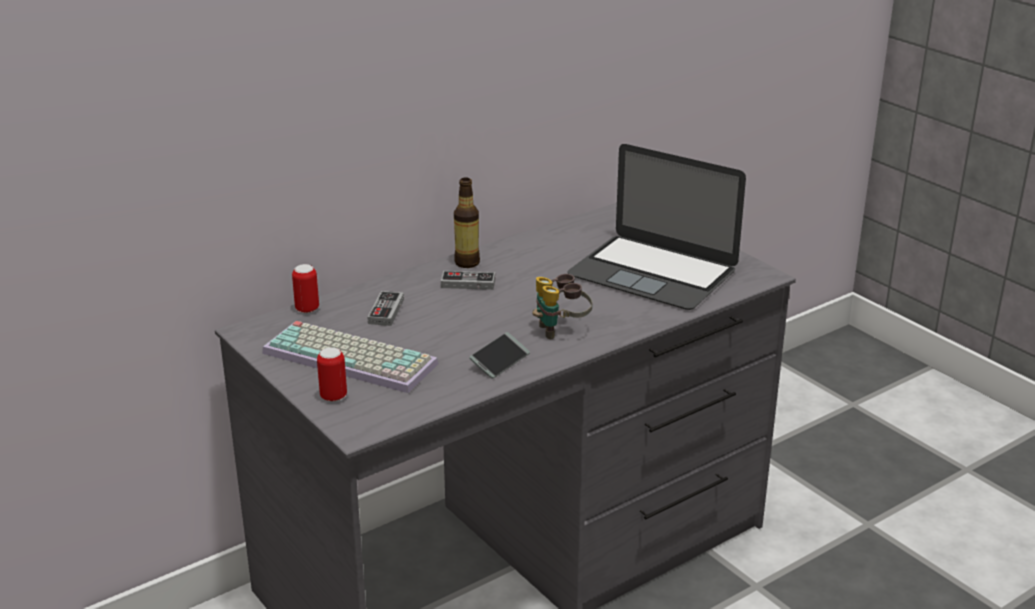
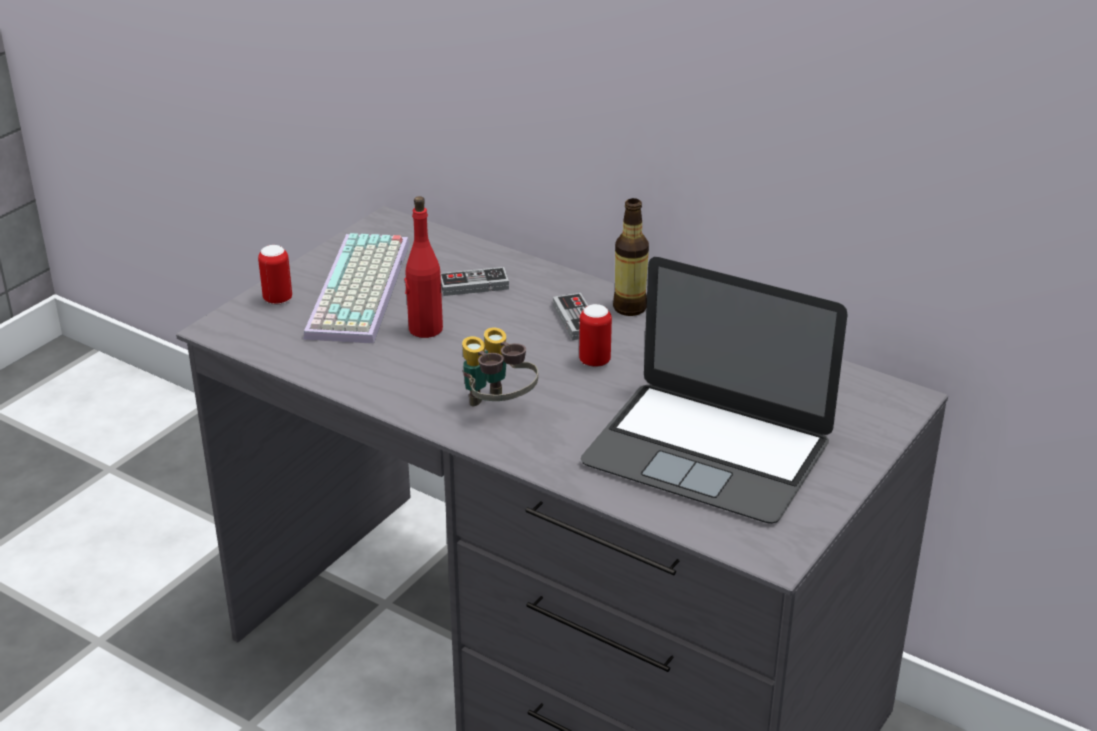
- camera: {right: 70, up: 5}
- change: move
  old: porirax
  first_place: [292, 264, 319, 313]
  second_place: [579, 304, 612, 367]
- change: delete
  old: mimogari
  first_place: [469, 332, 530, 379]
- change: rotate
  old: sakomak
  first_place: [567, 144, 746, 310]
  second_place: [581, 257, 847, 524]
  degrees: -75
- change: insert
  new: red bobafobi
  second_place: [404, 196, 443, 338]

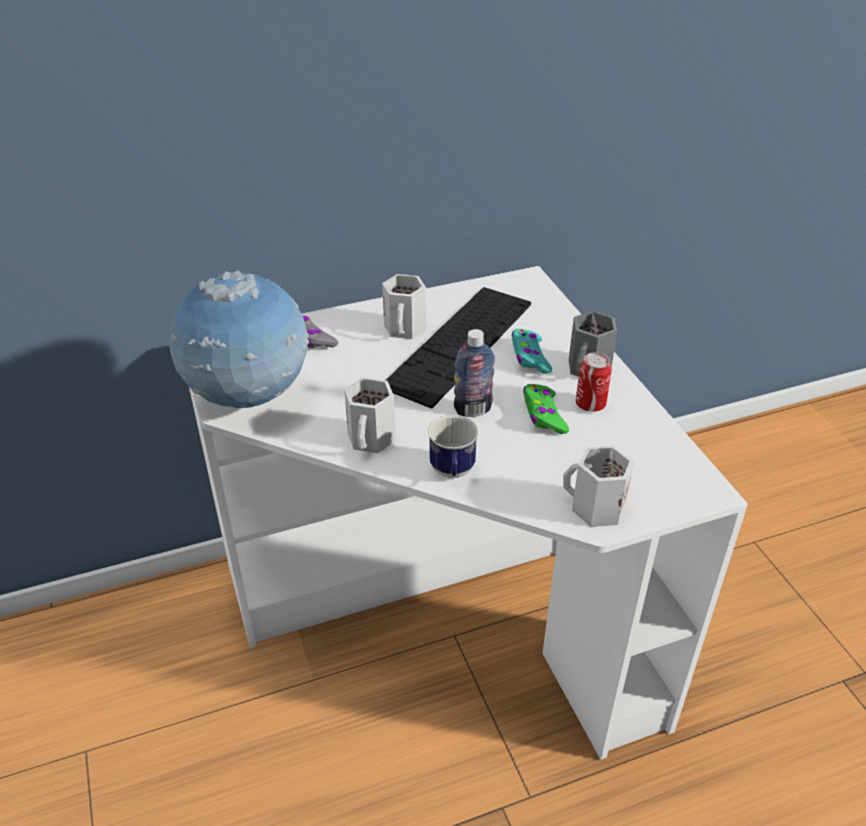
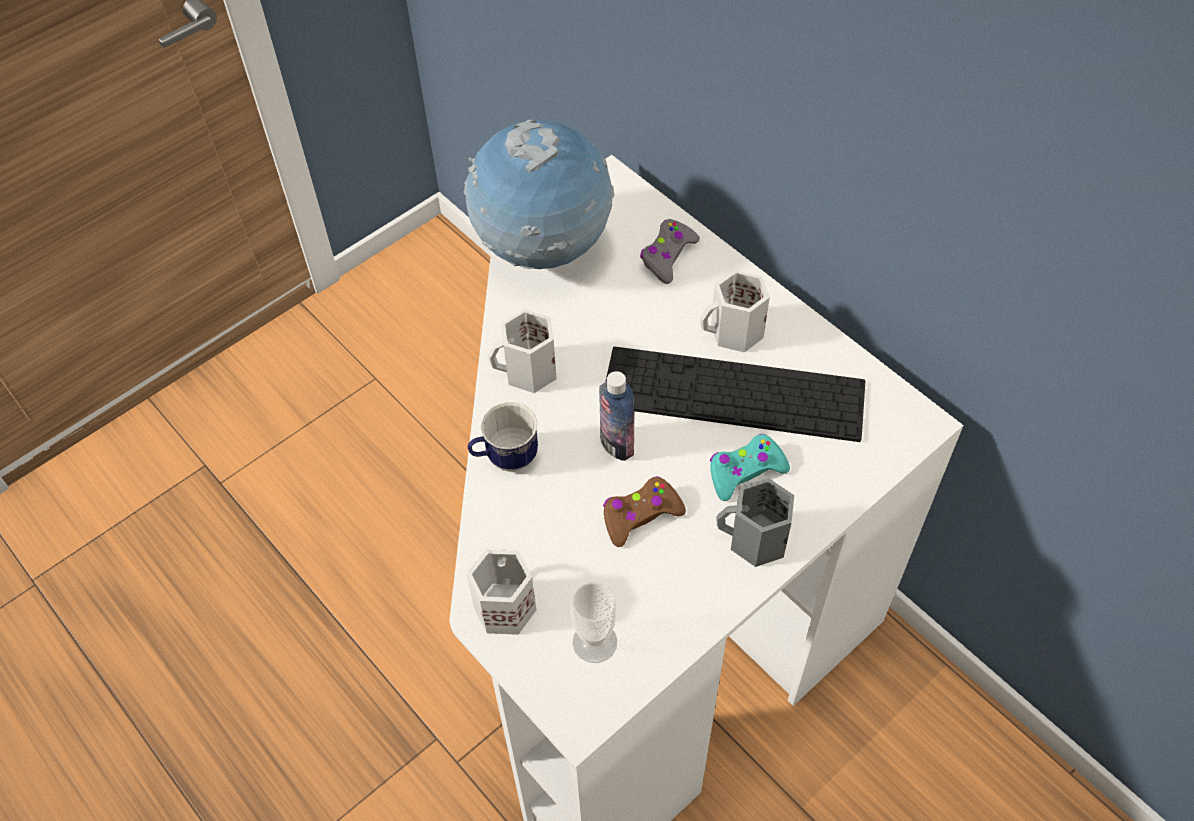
- camera: {right: 70, up: 15}
- change: recolor
  old: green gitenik
  new: brown gitenik
  first_place: [523, 384, 569, 434]
  second_place: [603, 476, 686, 547]
- change: delete
  old: porirax
  first_place: [576, 352, 612, 412]
- change: insert
  new: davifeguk
  second_place: [571, 582, 617, 663]

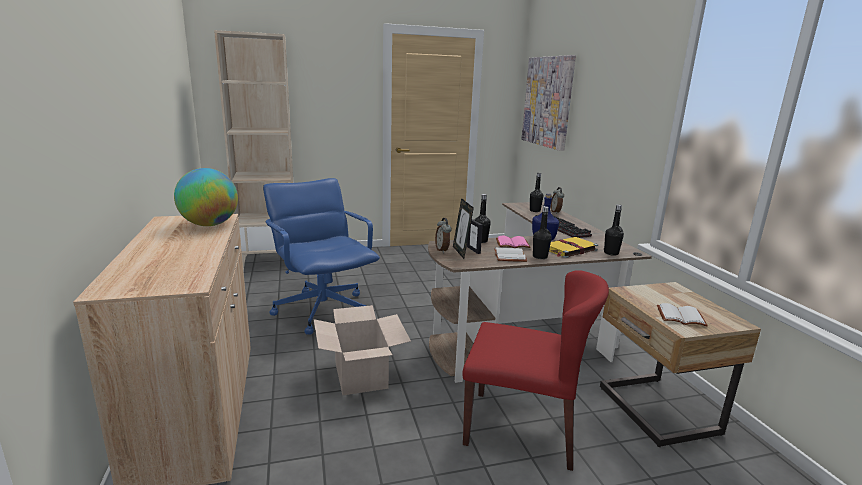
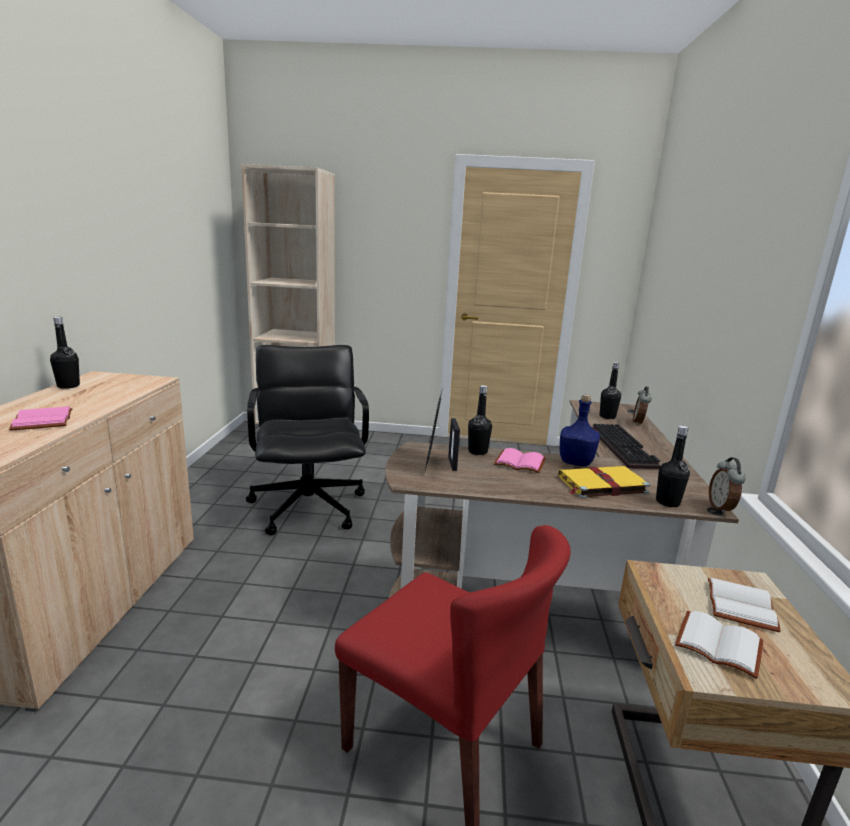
- camera: {right: 20, up: 0}
- change: delete
  old: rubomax
  first_place: [174, 168, 238, 226]
- change: recolor
  old: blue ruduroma
  new: black ruduroma
  first_place: [263, 178, 380, 335]
  second_place: [246, 345, 369, 535]
- change: delete
  old: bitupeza
  first_place: [314, 305, 411, 395]
- change: move
  old: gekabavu
  first_place: [435, 218, 452, 253]
  second_place: [709, 457, 746, 514]
- change: move
  old: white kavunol
  first_place: [494, 247, 527, 262]
  second_place: [708, 578, 781, 632]
- change: delete
  old: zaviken
  first_place: [522, 55, 576, 151]
- change: move
  old: black bobafobi
  first_place: [533, 206, 552, 259]
  second_place: [50, 317, 80, 389]
- change: insert
  new: pink kavunol
  second_place: [9, 406, 73, 431]

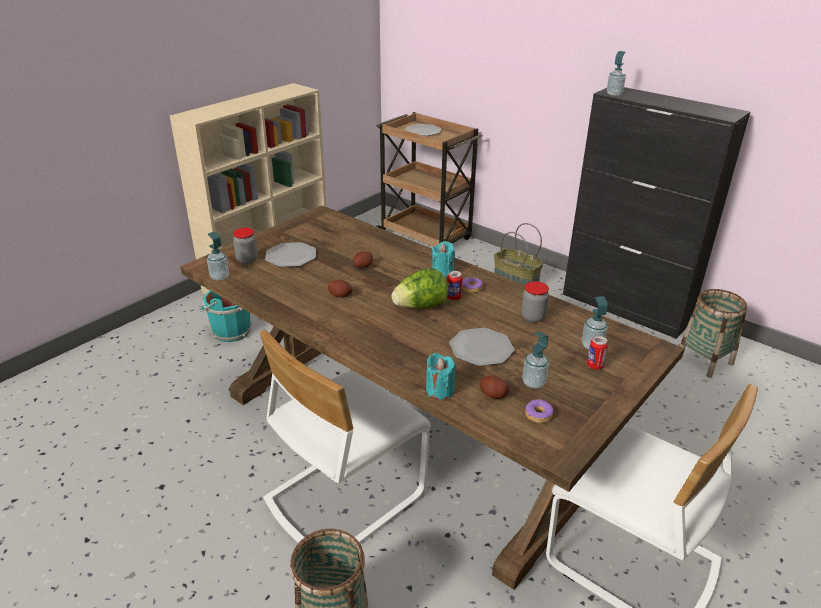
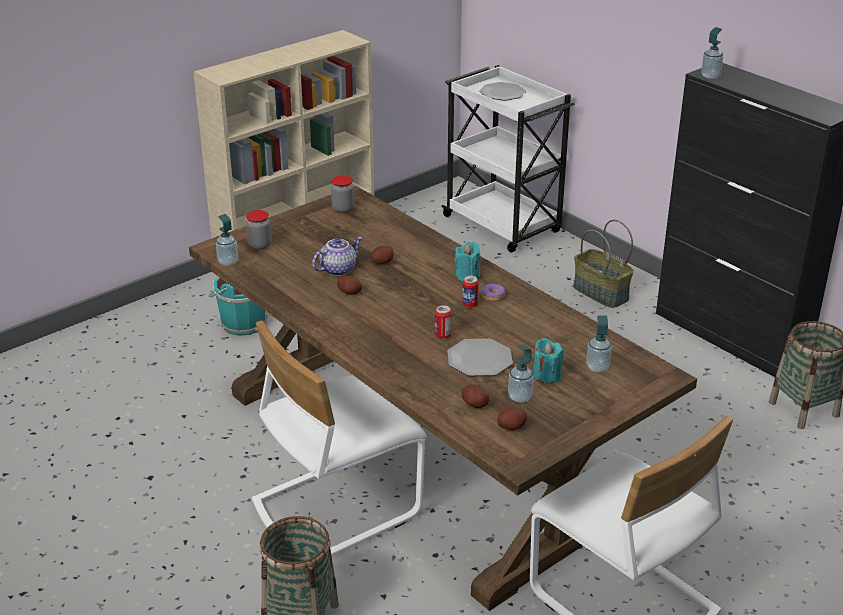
- camera: {right: 10, up: 0}
- change: delete
  old: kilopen
  first_place: [265, 242, 316, 267]
- change: recolor
  old: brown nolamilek
  new: white nolamilek
  first_place: [376, 112, 483, 247]
  second_place: [441, 65, 575, 253]
- change: delete
  old: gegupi
  first_place: [391, 268, 448, 309]
- change: move
  old: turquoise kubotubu
  first_place: [426, 353, 456, 400]
  second_place: [533, 338, 563, 384]
- change: move
  old: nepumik
  first_place: [521, 281, 549, 323]
  second_place: [331, 175, 354, 213]
- change: replace
  old: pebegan
  new: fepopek
  first_place: [525, 399, 554, 423]
  second_place: [497, 408, 527, 430]
- change: move
  old: porirax
  first_place: [587, 336, 608, 370]
  second_place: [435, 305, 452, 339]
- change: insert
  new: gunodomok
  second_place: [312, 237, 362, 276]

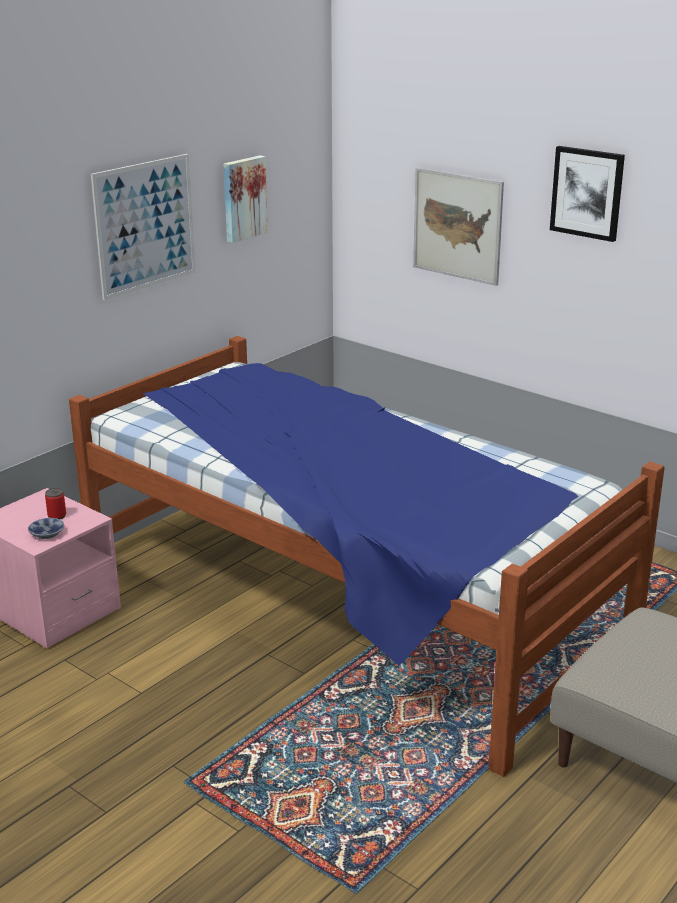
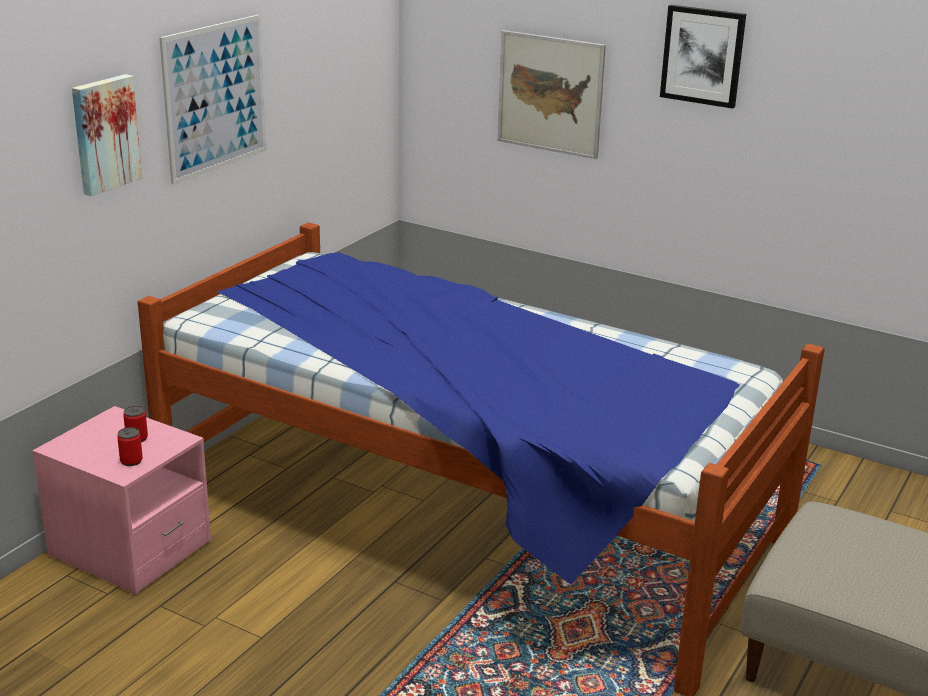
- camera: {right: -10, up: 0}
- change: replace
  old: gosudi
  new: porirax
  first_place: [28, 518, 64, 539]
  second_place: [117, 427, 143, 466]
- change: move
  old: zaviken
  first_place: [223, 155, 268, 243]
  second_place: [72, 74, 142, 196]

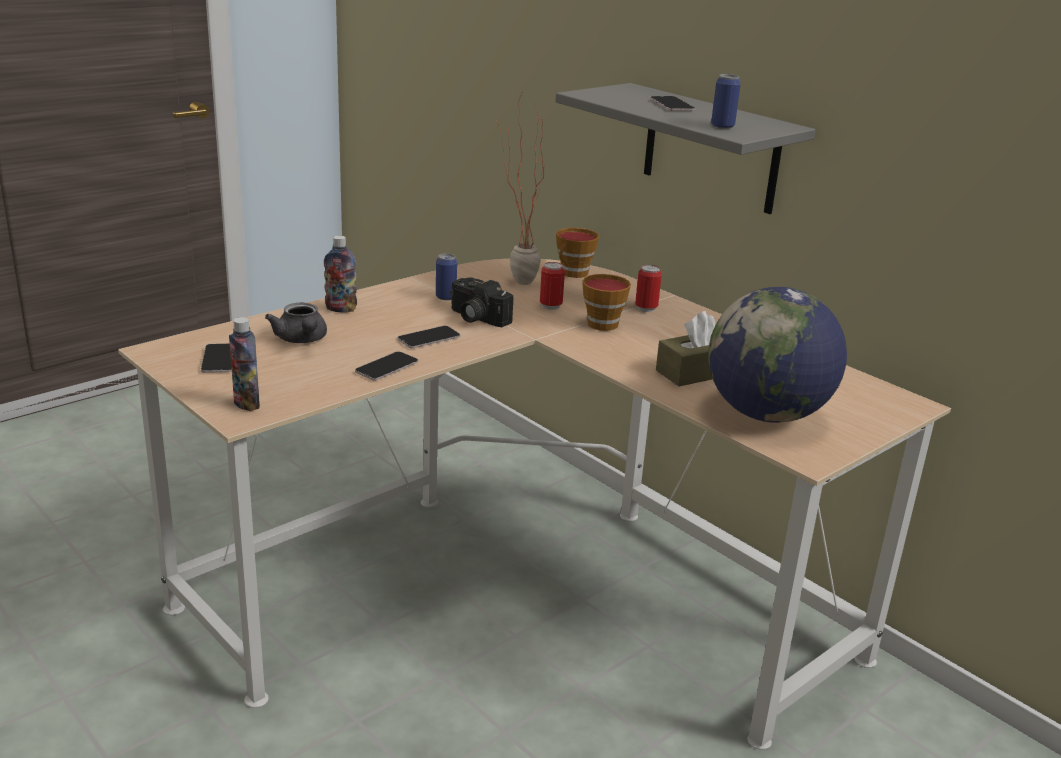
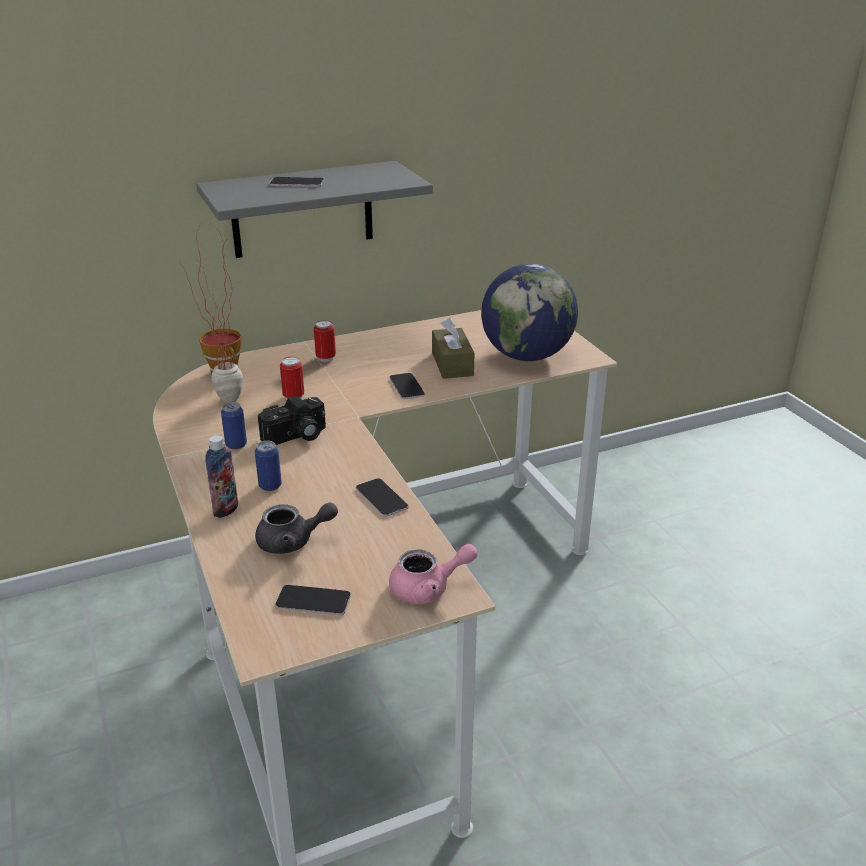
- camera: {right: -70, up: 5}
- change: replace
  old: bobafobi
  new: pink gunodomok
  first_place: [229, 317, 260, 411]
  second_place: [389, 544, 478, 604]
- change: move
  old: mimogari
  first_place: [397, 326, 460, 348]
  second_place: [389, 373, 425, 399]
- change: delete
  old: davifeguk
  first_place: [582, 274, 631, 331]
- change: move
  old: porirax
  first_place: [711, 74, 741, 129]
  second_place: [255, 441, 282, 491]

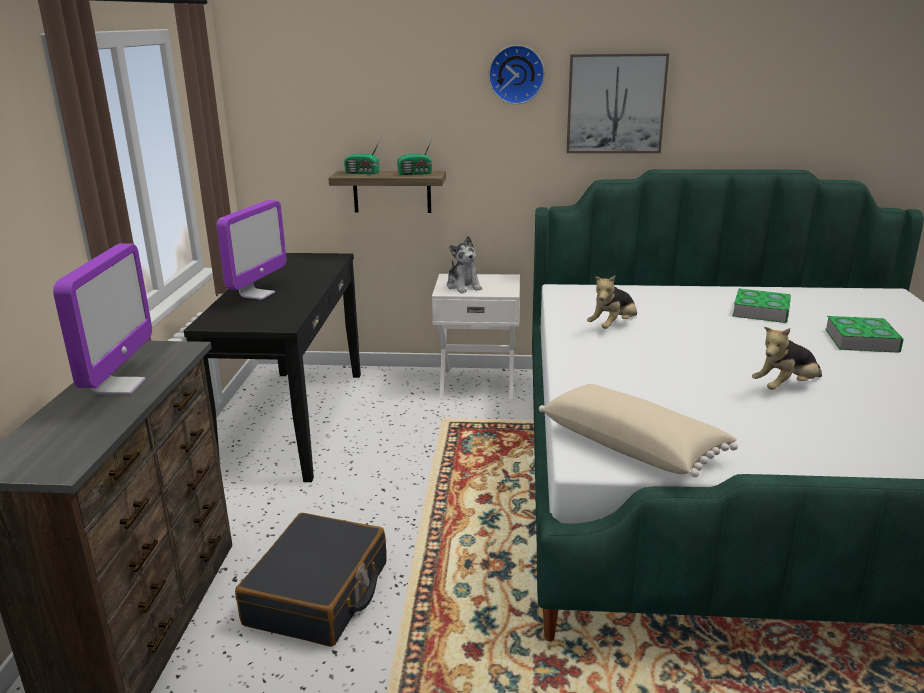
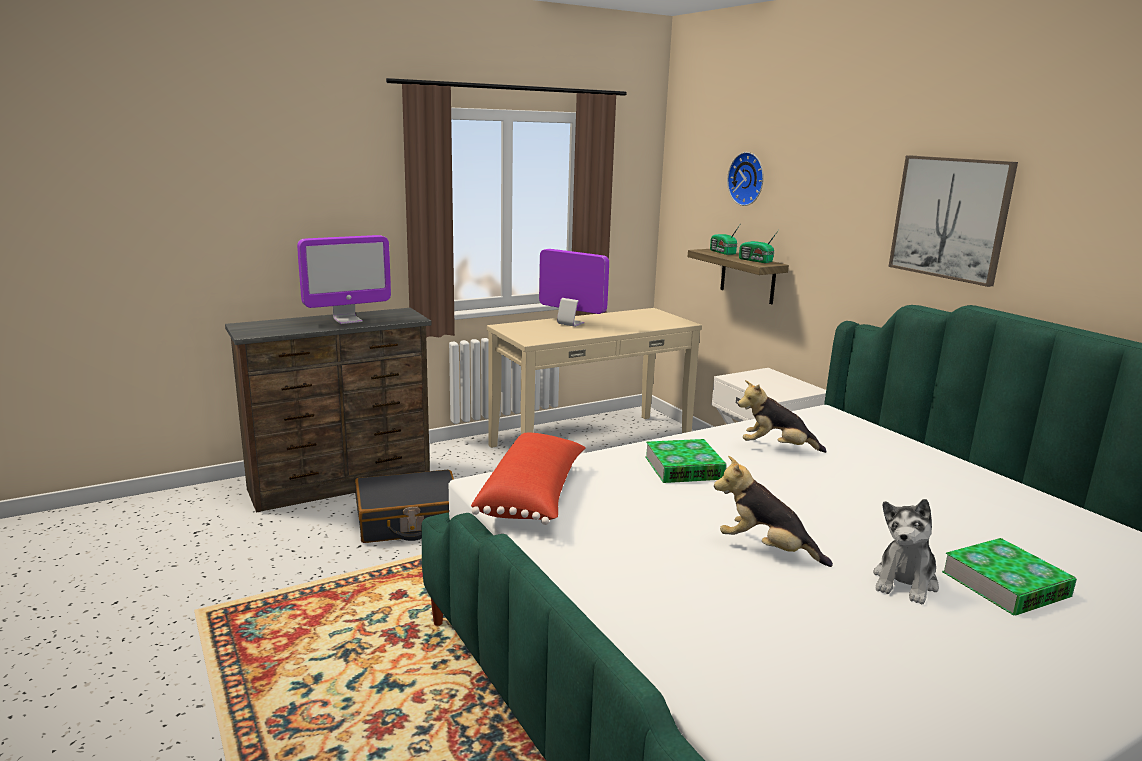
- camera: {right: 55, up: -5}
- change: recolor
  old: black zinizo
  new: beige zinizo
  first_place: [184, 253, 361, 482]
  second_place: [487, 308, 702, 448]
- change: rotate
  old: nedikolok
  first_place: [217, 200, 286, 300]
  second_place: [539, 249, 609, 327]
  degrees: -135
- change: move
  old: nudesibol
  first_place: [447, 236, 482, 293]
  second_place: [873, 499, 939, 605]
- change: move
  old: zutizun
  first_place: [488, 45, 545, 104]
  second_place: [727, 152, 764, 206]
- change: recolor
  old: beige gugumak
  new: red gugumak
  first_place: [539, 384, 738, 477]
  second_place: [471, 433, 586, 525]
- change: move
  old: kavunol
  first_place: [732, 289, 791, 323]
  second_place: [645, 439, 727, 483]

